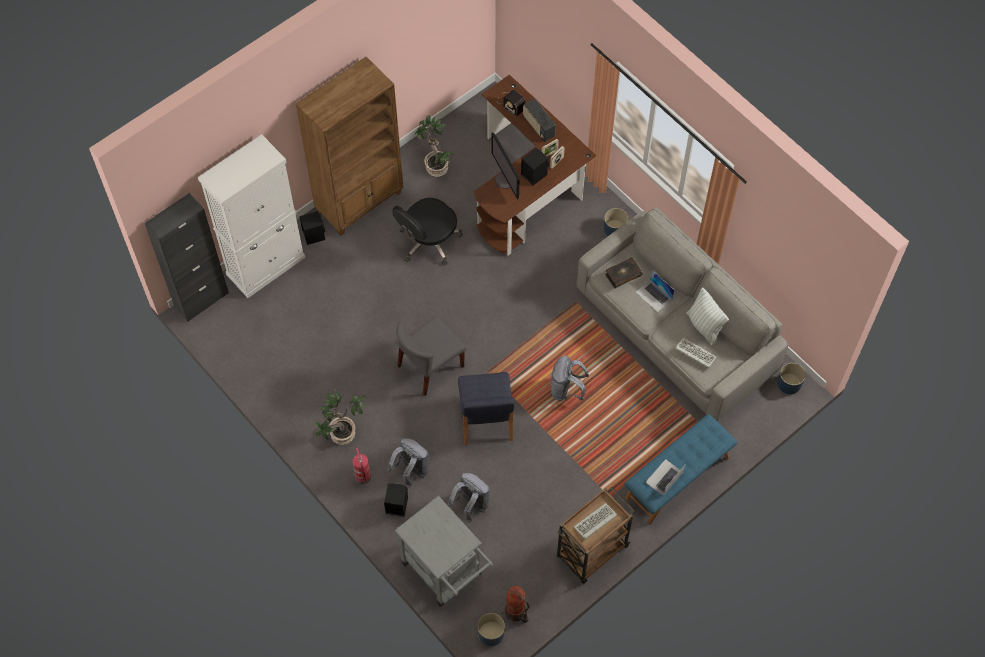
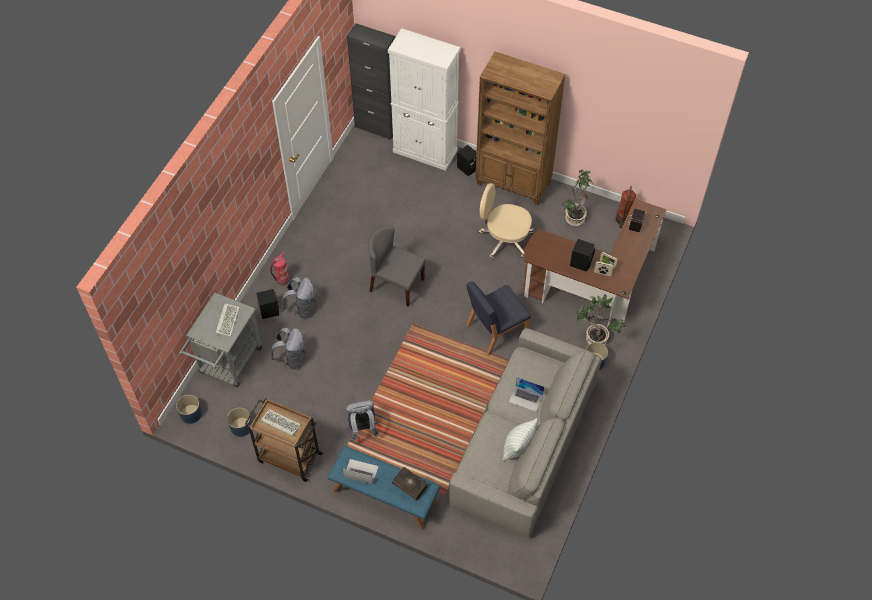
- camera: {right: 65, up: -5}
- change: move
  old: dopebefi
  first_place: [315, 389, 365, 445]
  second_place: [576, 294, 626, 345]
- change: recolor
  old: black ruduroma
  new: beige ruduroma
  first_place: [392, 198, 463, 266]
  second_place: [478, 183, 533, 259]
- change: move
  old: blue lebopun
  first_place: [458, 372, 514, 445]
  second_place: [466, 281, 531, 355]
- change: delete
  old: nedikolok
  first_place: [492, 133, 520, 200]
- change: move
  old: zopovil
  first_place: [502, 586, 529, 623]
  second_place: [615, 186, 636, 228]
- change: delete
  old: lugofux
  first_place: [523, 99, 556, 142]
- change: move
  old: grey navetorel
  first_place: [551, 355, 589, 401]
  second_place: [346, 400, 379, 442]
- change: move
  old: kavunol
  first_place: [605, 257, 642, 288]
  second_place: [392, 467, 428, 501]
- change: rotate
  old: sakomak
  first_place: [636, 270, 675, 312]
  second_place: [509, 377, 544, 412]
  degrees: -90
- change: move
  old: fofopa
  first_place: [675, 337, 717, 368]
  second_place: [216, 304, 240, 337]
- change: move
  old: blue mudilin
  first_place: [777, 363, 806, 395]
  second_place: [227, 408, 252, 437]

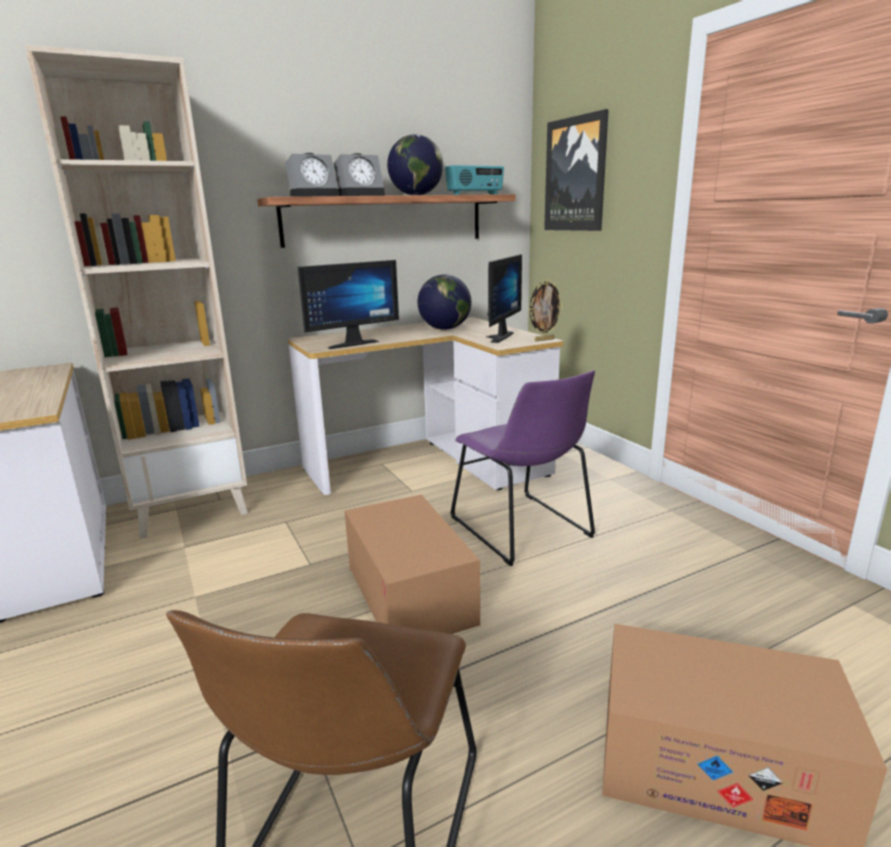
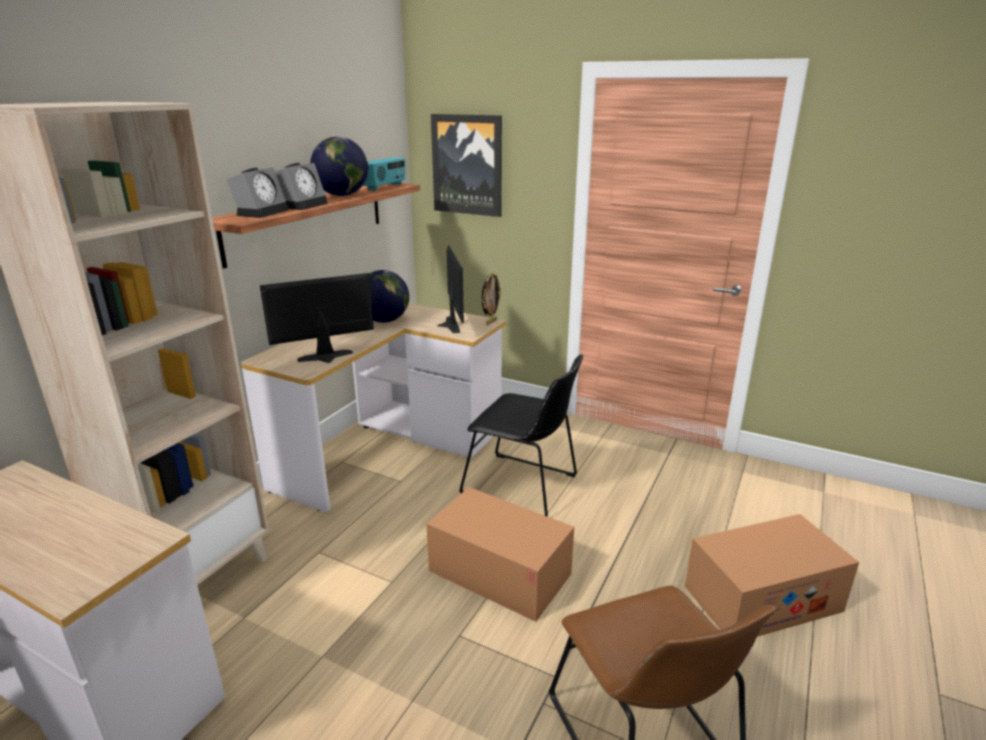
- camera: {right: -35, up: 5}
- change: rotate
  old: nedikolok
  first_place: [298, 260, 399, 349]
  second_place: [260, 273, 374, 363]
  degrees: -135
- change: recolor
  old: purple lebopun
  new: black lebopun
  first_place: [450, 370, 595, 566]
  second_place: [459, 355, 583, 517]

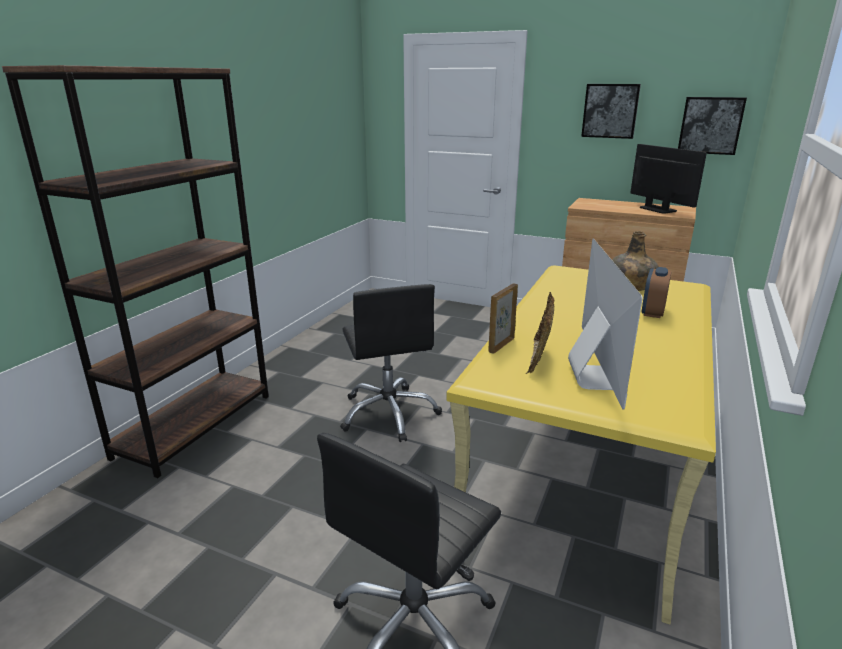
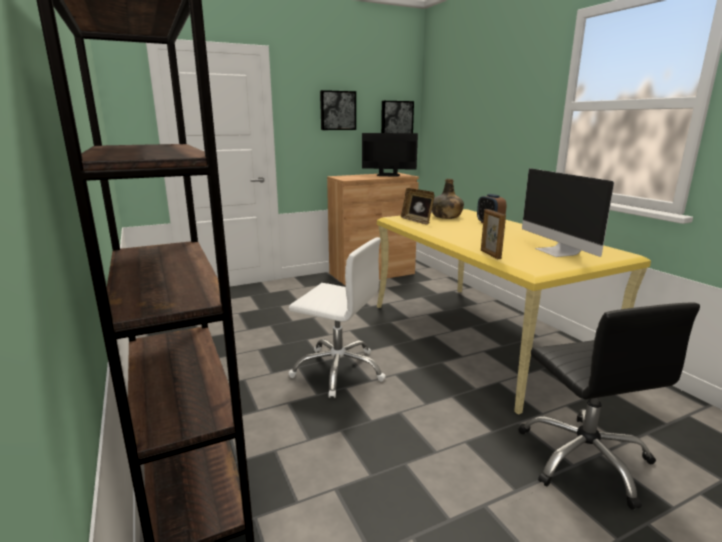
- camera: {right: -50, up: -5}
- change: recolor
  old: black ruduroma
  new: white ruduroma
  first_place: [340, 284, 442, 442]
  second_place: [289, 237, 386, 398]
- change: move
  old: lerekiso
  first_place: [526, 292, 554, 374]
  second_place: [401, 188, 435, 225]
- change: rotate
  old: nedikolok
  first_place: [568, 239, 642, 409]
  second_place: [522, 168, 614, 257]
  degrees: -150

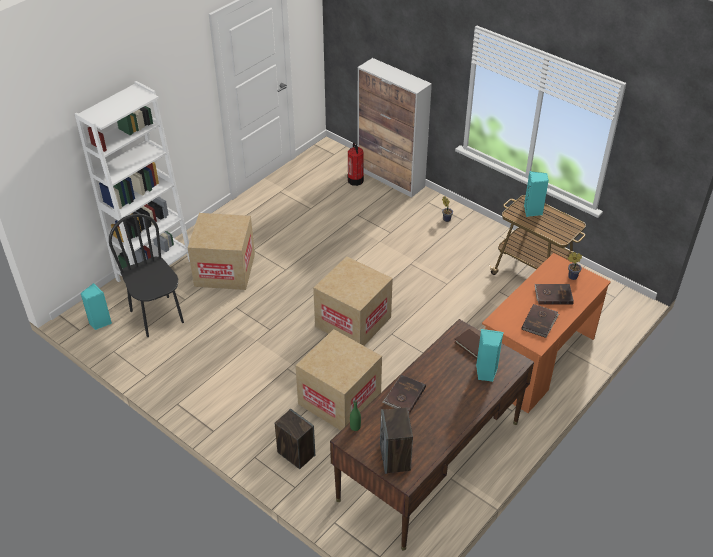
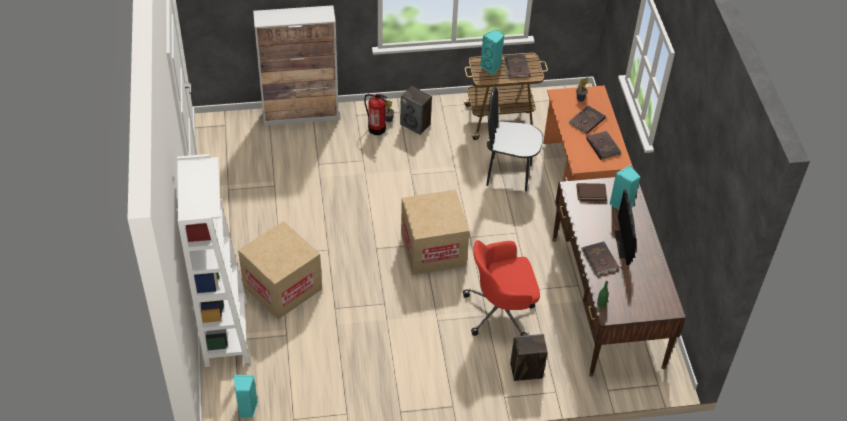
- camera: {right: -50, up: 5}
- change: move
  old: black lebopun
  first_place: [109, 214, 184, 337]
  second_place: [486, 86, 543, 191]
- change: replace
  old: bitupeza
  new: red ruduroma
  first_place: [295, 329, 382, 431]
  second_place: [463, 240, 540, 336]
- change: move
  old: zopovil
  first_place: [348, 143, 364, 186]
  second_place: [364, 94, 387, 135]
- change: move
  old: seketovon
  first_place: [380, 407, 413, 474]
  second_place: [400, 86, 432, 135]
- change: insert
  new: brown kavunol
  second_place: [504, 54, 530, 78]
- change: insert
  new: nedikolok
  second_place: [615, 189, 636, 265]

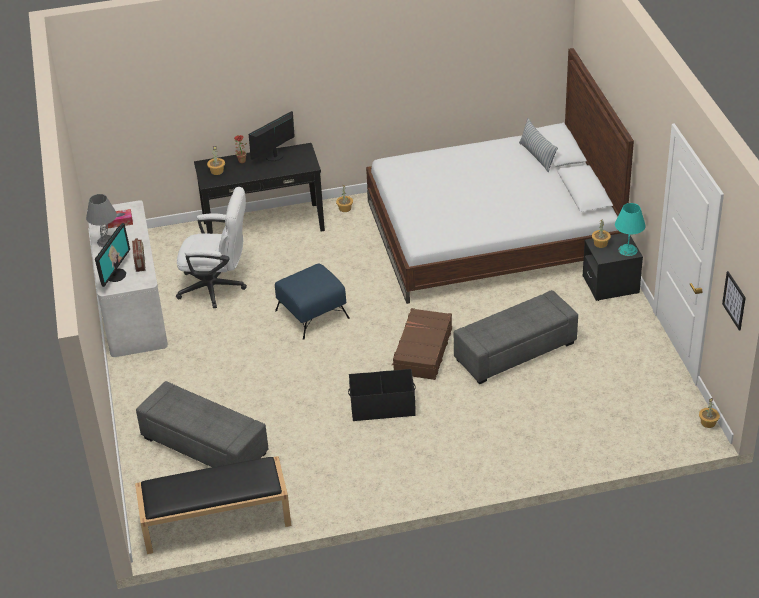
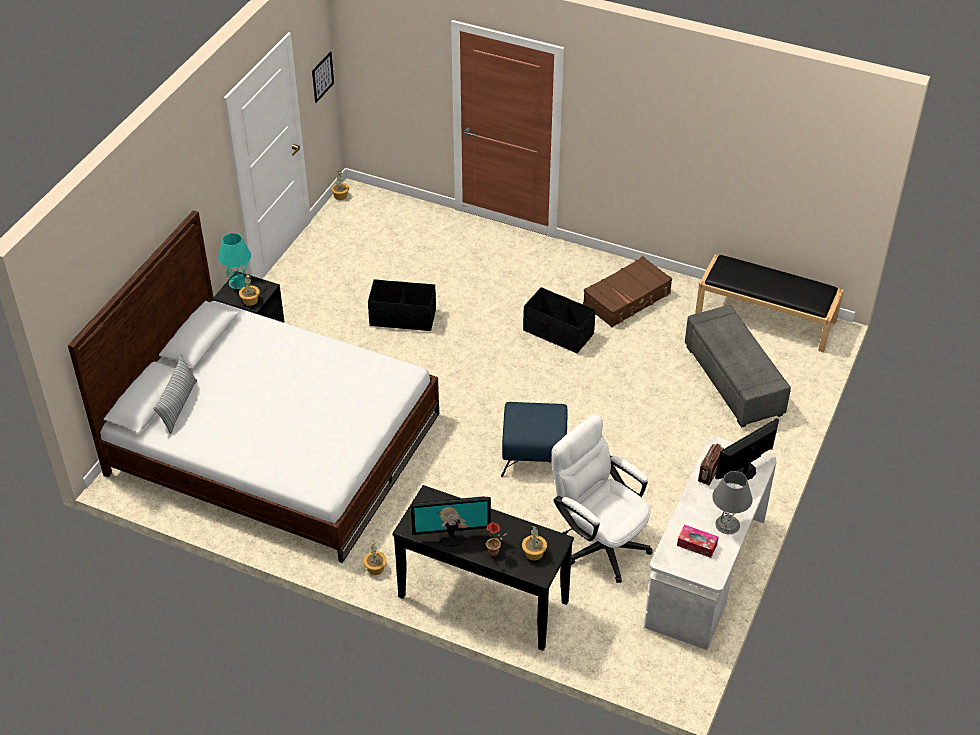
- camera: {right: -145, up: 5}
- change: move
  old: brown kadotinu
  first_place: [392, 308, 452, 380]
  second_place: [583, 256, 672, 327]
- change: replace
  old: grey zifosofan
  new: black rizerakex
  first_place: [454, 290, 578, 384]
  second_place: [368, 279, 436, 331]

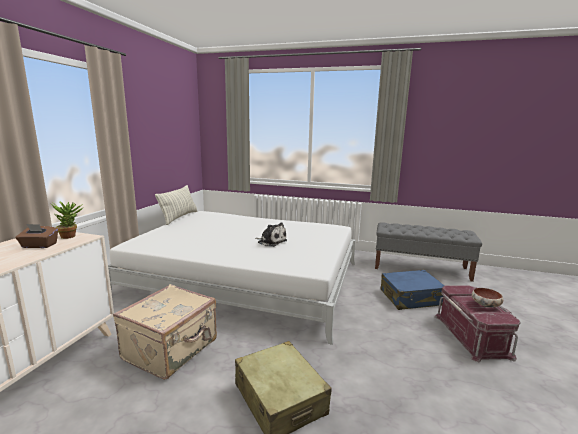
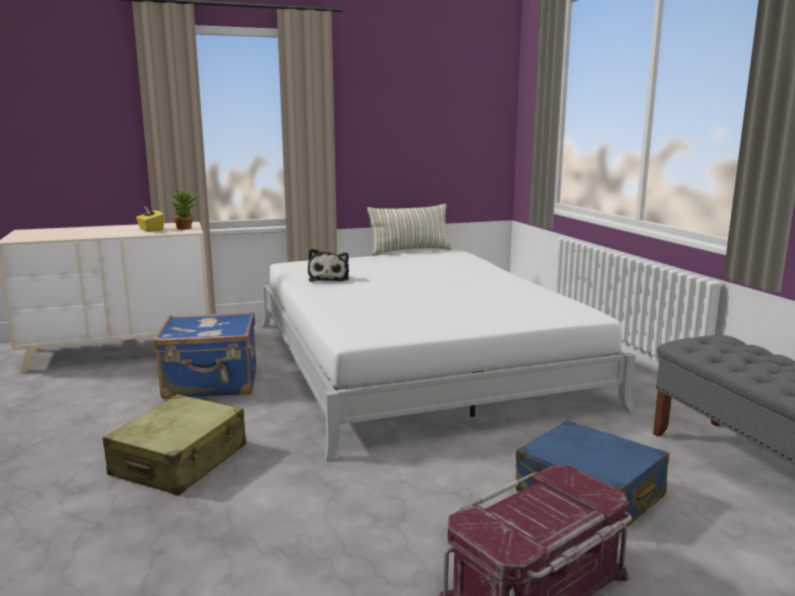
- camera: {right: 55, up: 0}
- change: recolor
  old: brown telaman
  new: yellow telaman
  first_place: [16, 224, 58, 248]
  second_place: [136, 206, 164, 232]
- change: recolor
  old: beige kadotinu
  new: blue kadotinu
  first_place: [113, 284, 217, 380]
  second_place: [153, 312, 257, 399]
- change: move
  old: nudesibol
  first_place: [255, 222, 287, 247]
  second_place: [308, 249, 349, 282]
- change: delete
  old: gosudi
  first_place: [472, 288, 503, 308]

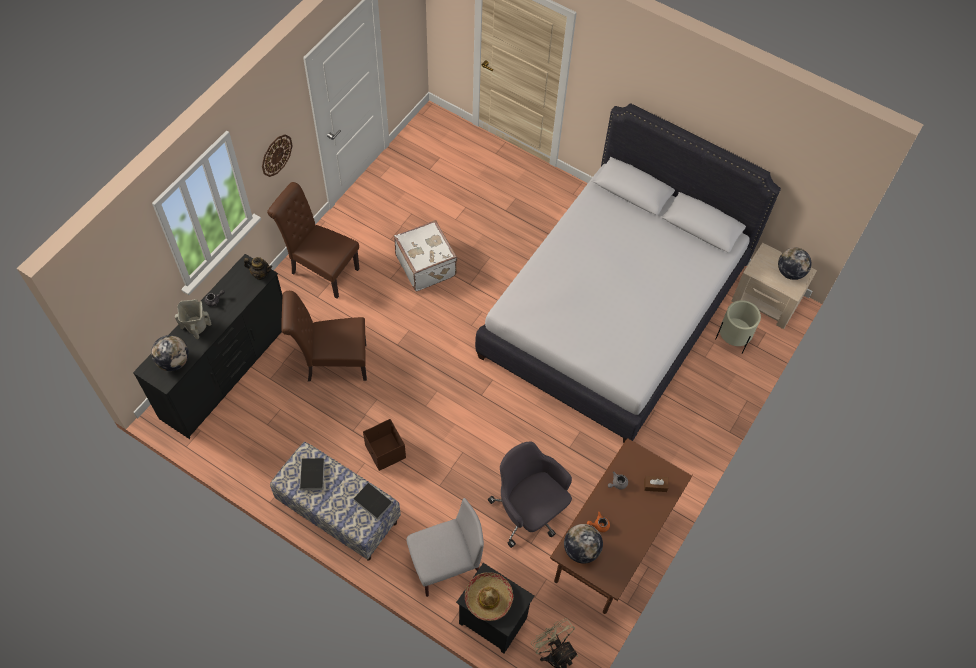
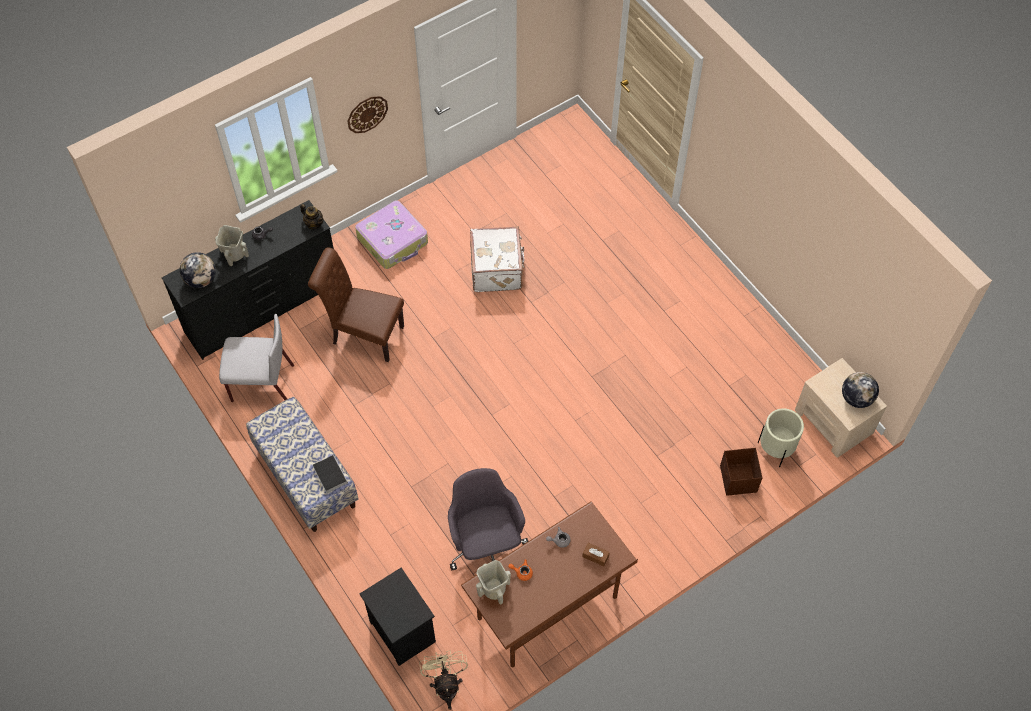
- camera: {right: 25, up: 0}
- change: replace
  old: brown lebopun
  new: kadotinu
  first_place: [267, 182, 359, 298]
  second_place: [355, 200, 428, 269]
- change: delete
  old: kavunol
  first_place: [299, 458, 325, 496]
- change: move
  old: brown rizerakex
  first_place: [363, 419, 406, 471]
  second_place: [720, 448, 763, 496]
- change: move
  old: grey lebopun
  first_place: [406, 498, 484, 597]
  second_place: [219, 314, 294, 402]
- change: delete
  old: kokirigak
  first_place: [465, 572, 513, 621]
- change: delete
  old: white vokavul
  first_place: [475, 103, 781, 443]
- change: replace
  old: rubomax
  new: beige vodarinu
  first_place: [564, 524, 603, 564]
  second_place: [476, 560, 511, 605]

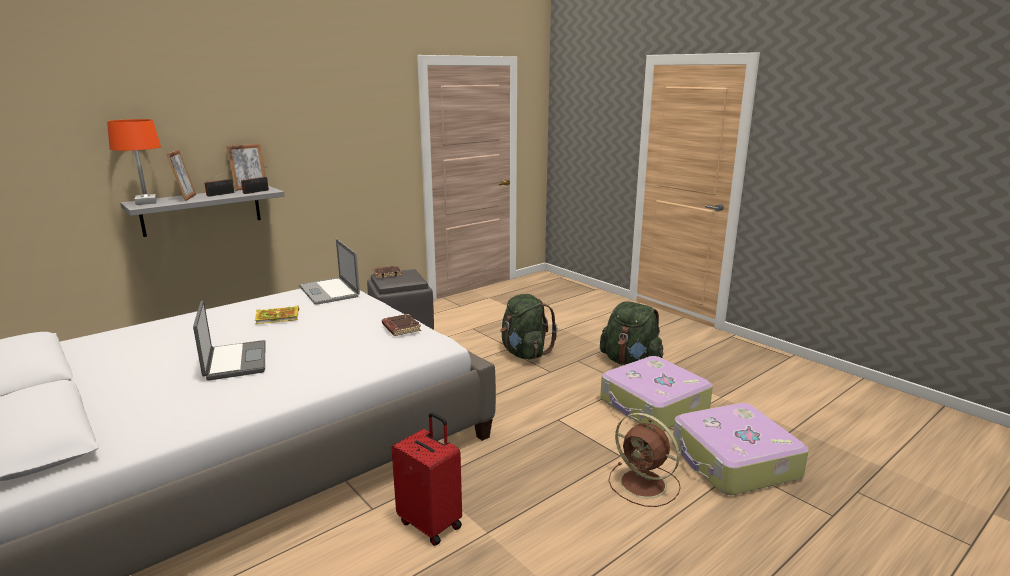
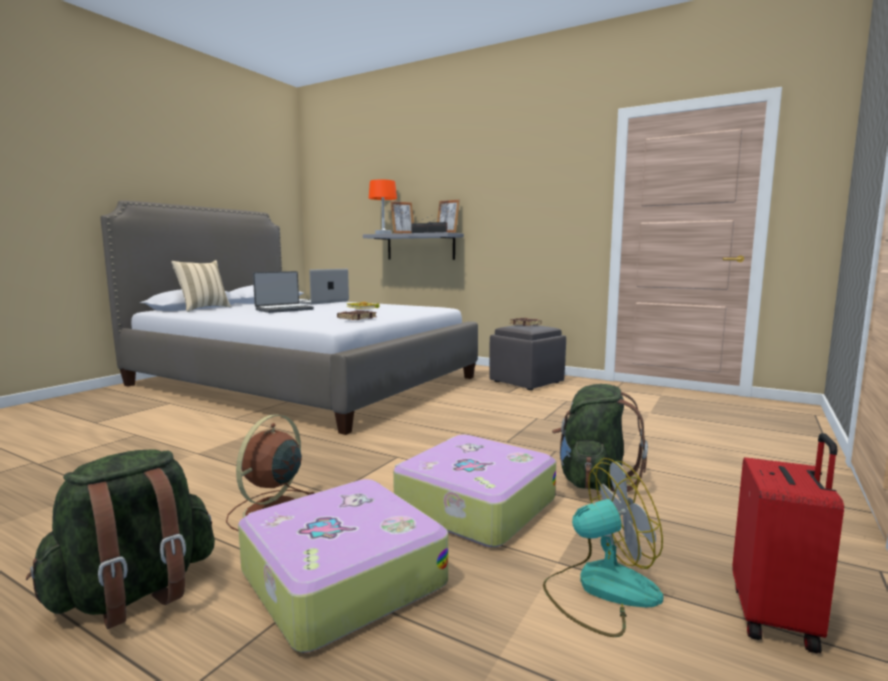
- camera: {right: 70, up: -10}
- change: move
  old: sakomak
  first_place: [299, 239, 360, 305]
  second_place: [299, 269, 349, 305]
- change: move
  old: red kadotinu
  first_place: [392, 412, 462, 546]
  second_place: [732, 433, 844, 654]
- change: move
  old: green navetorel
  first_place: [500, 294, 557, 360]
  second_place: [26, 449, 215, 629]
- change: insert
  new: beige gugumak
  second_place: [171, 260, 231, 312]
- change: insert
  new: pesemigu
  second_place: [543, 458, 663, 637]

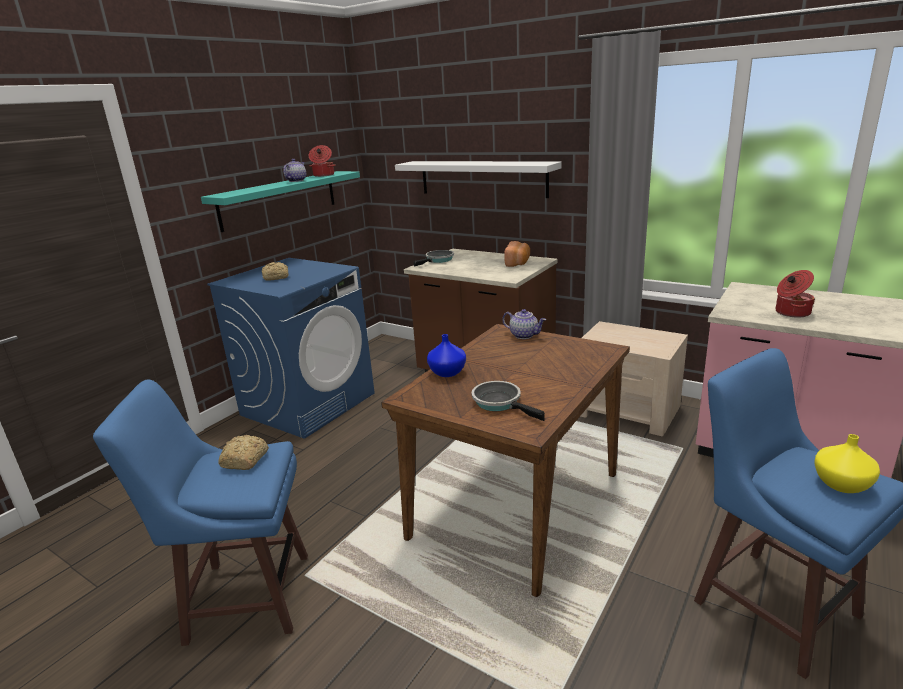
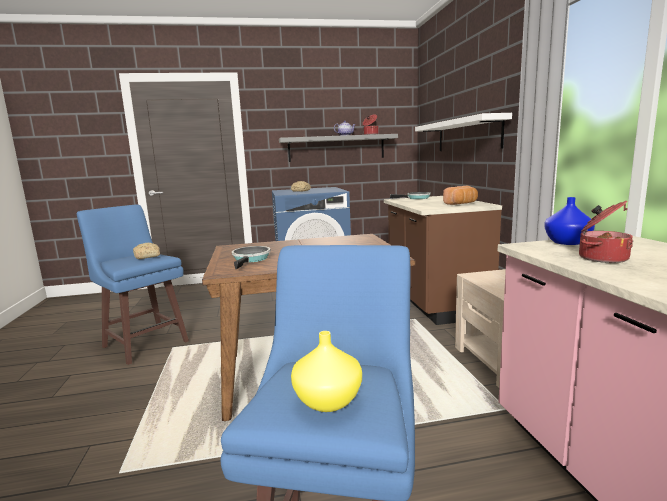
- camera: {right: 45, up: -10}
- change: recolor
  old: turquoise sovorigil
  new: grey sovorigil
  first_place: [201, 171, 360, 232]
  second_place: [279, 134, 398, 162]
- change: move
  old: blue vodarinu
  first_place: [427, 334, 466, 377]
  second_place: [544, 197, 595, 245]
- change: delete
  old: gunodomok
  first_place: [502, 309, 546, 339]

